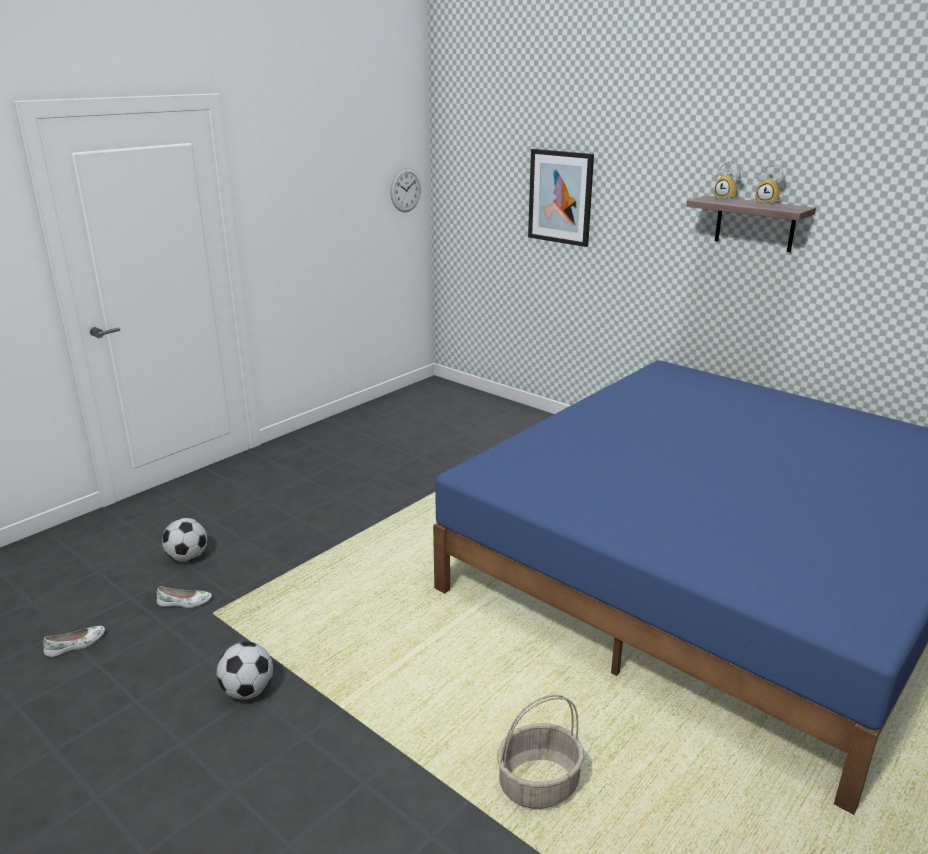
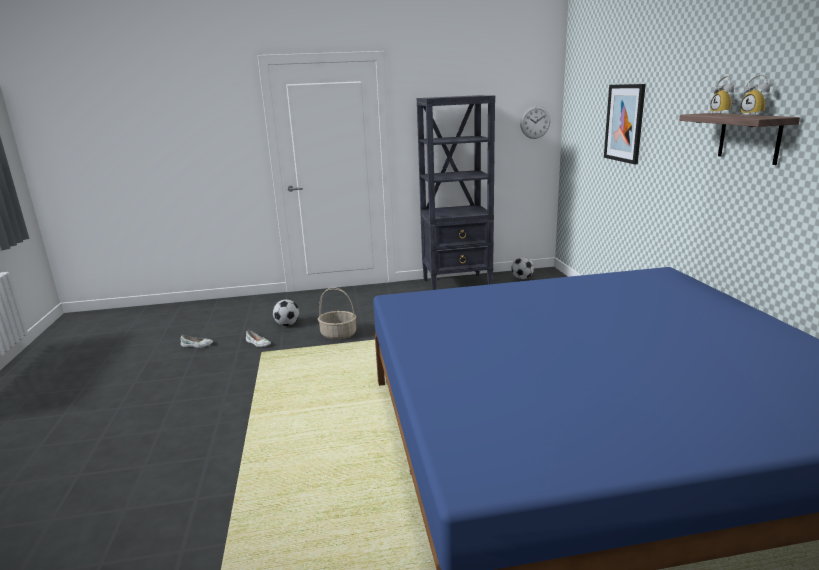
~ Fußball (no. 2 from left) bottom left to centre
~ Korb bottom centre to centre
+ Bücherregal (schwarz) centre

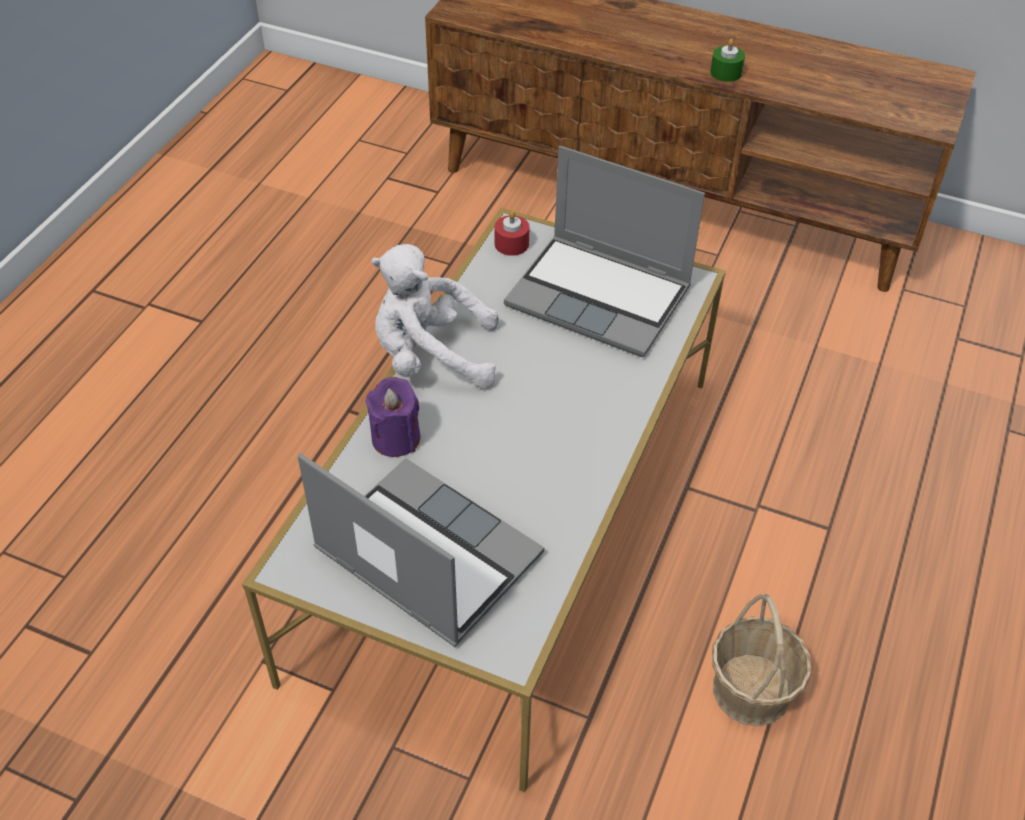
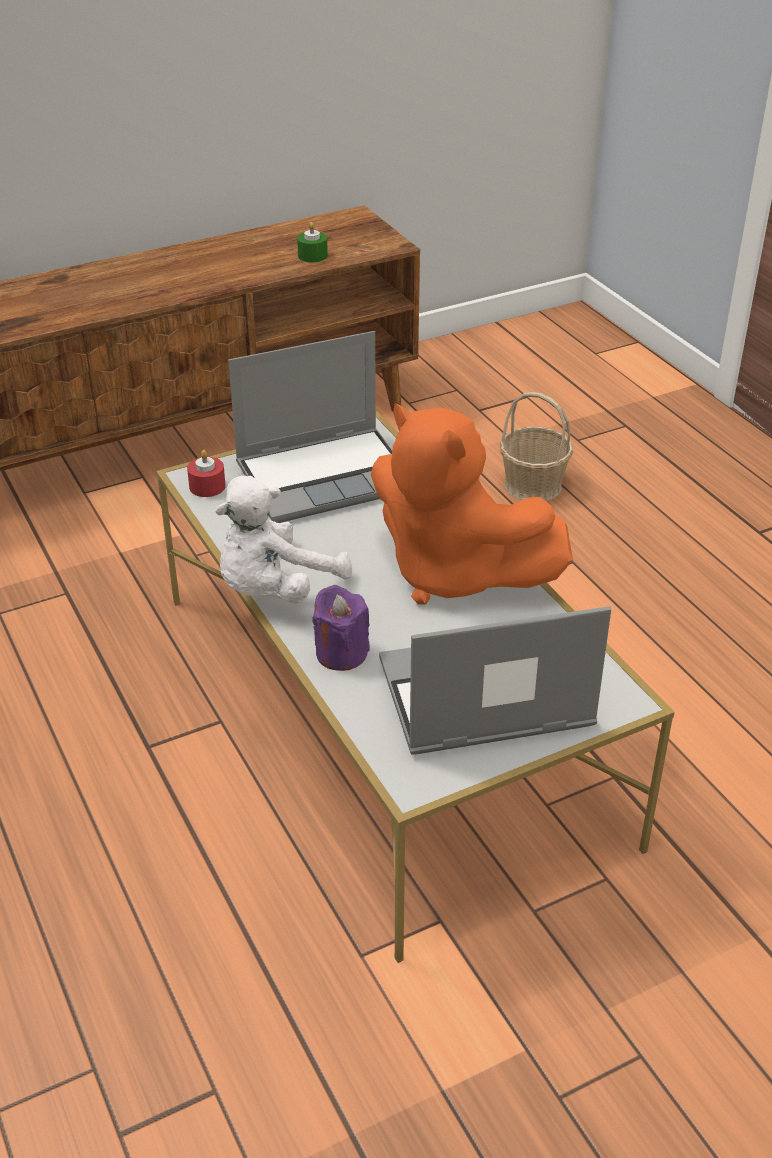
~ Kerze (grün) top right to top centre
~ Korb bottom right to middle right
+ Plüschtier (orange) centre

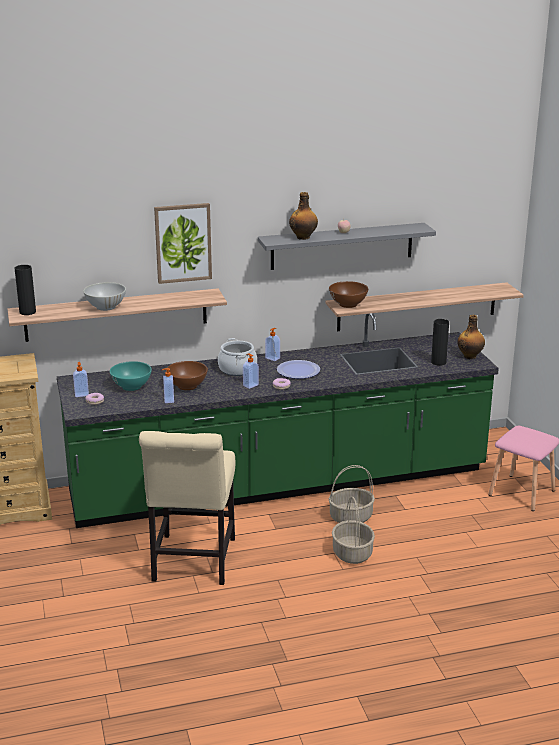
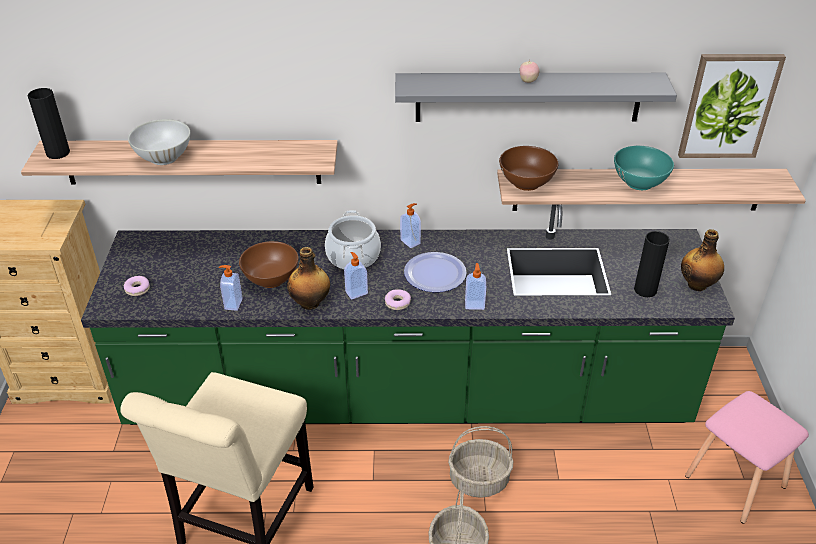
~ Seifenspender (no. 1 from left in the first image) middle left to Seifenspender (no. 4 from left) centre
~ Schüssel (türkis) middle left to top right
~ Bild top left to top right
~ Flasche (no. 1 from left) top centre to centre

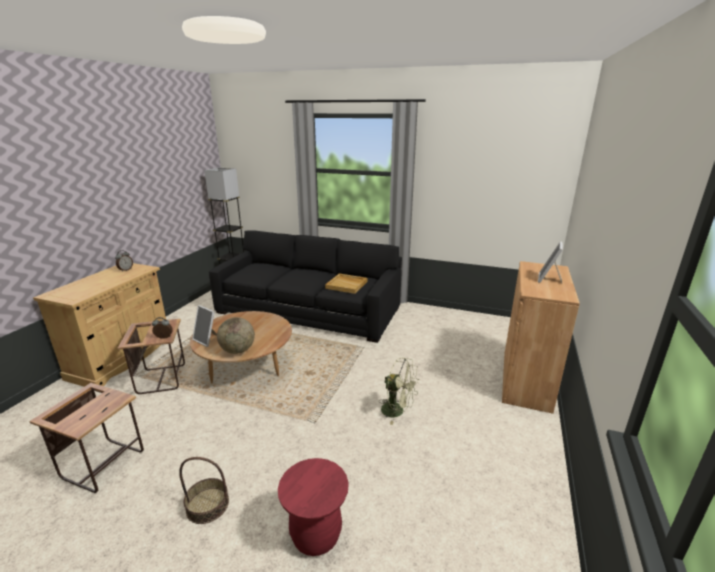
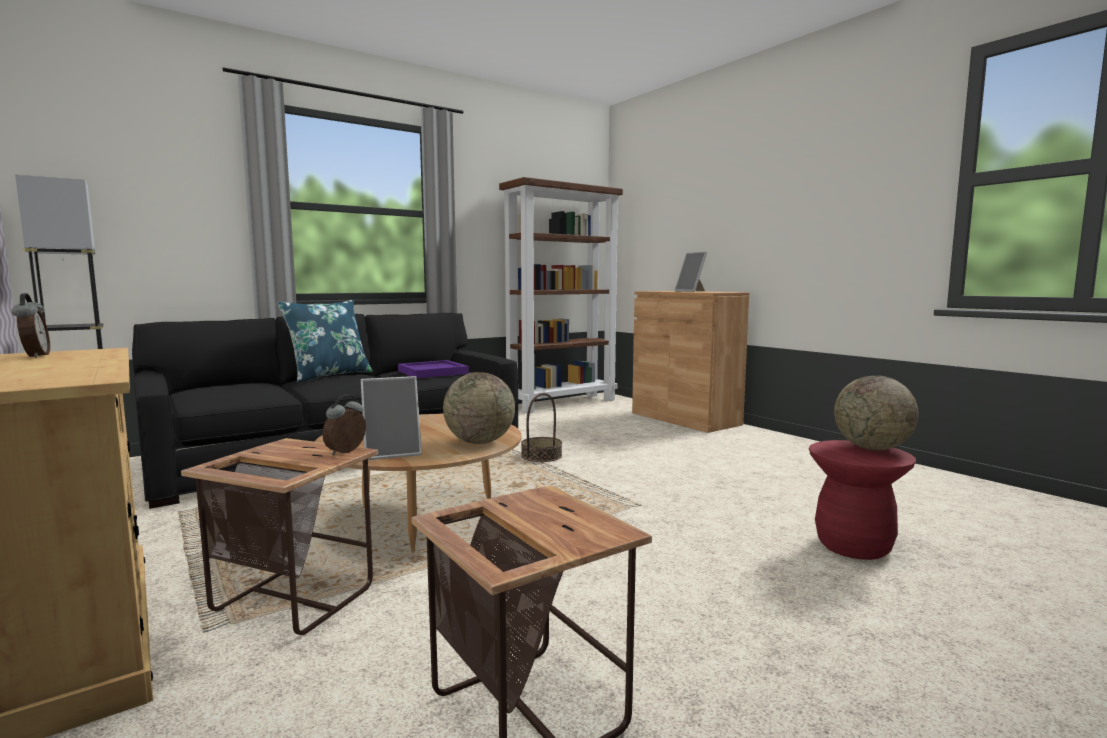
~ Korb bottom left to centre
~ Tablett (beige) centre to Tablett (lila) centre
- Ventilator (grün) bottom centre
+ Kissen (blau) middle left
+ Bücherregal (braun) centre
+ Globus (no. 2 from left) middle right

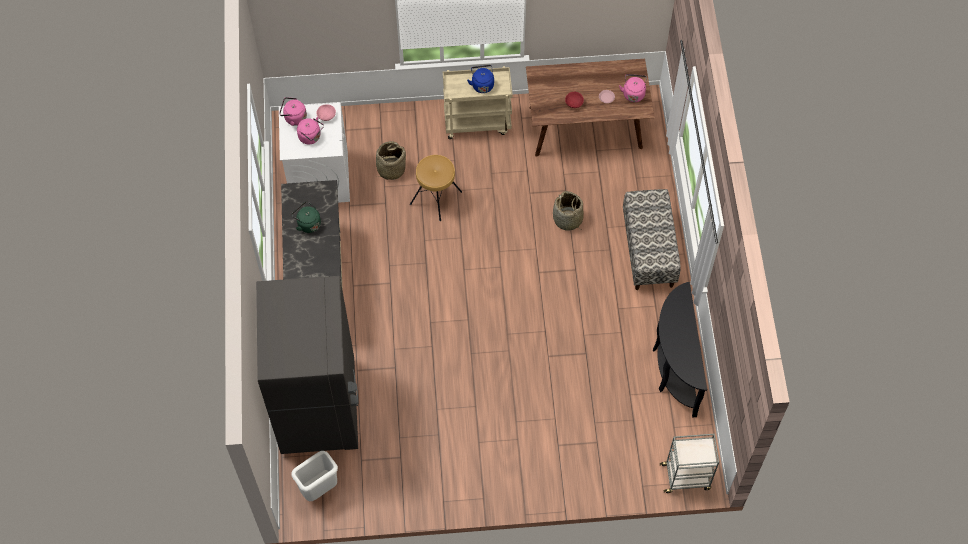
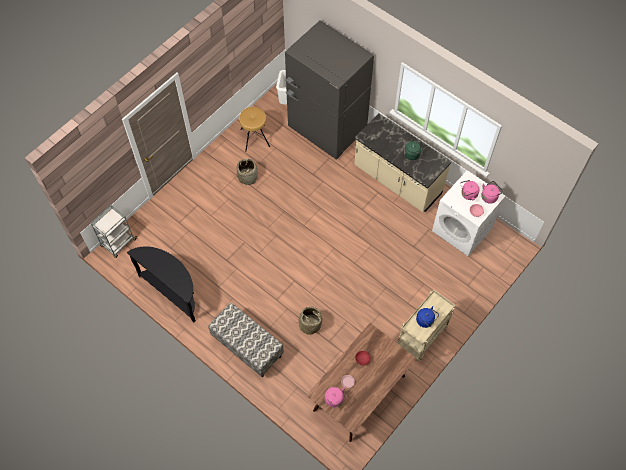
~ Korb (no. 1 from left) top centre to centre
~ Hocker (braun) centre to top centre

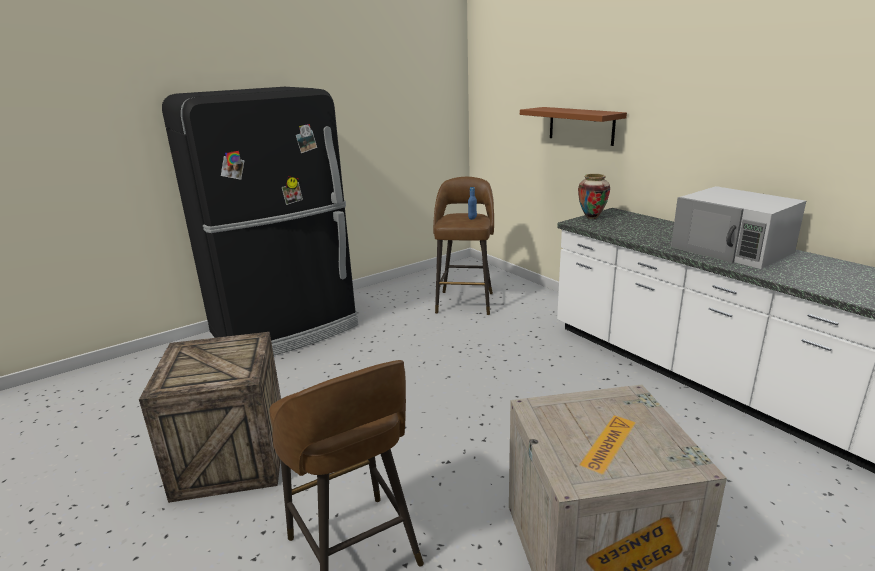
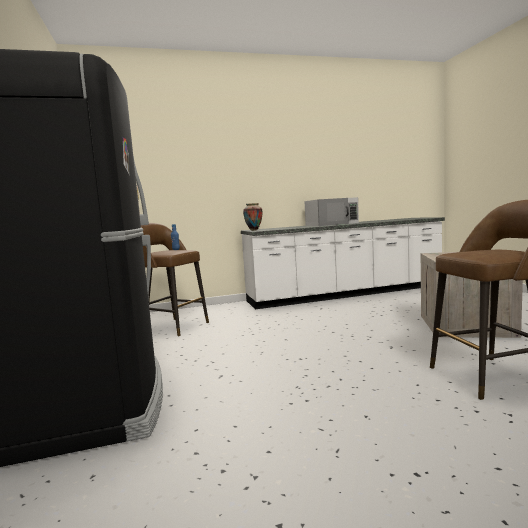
- Kiste (no. 1 from left) bottom left
- Wandregal (braun) top centre

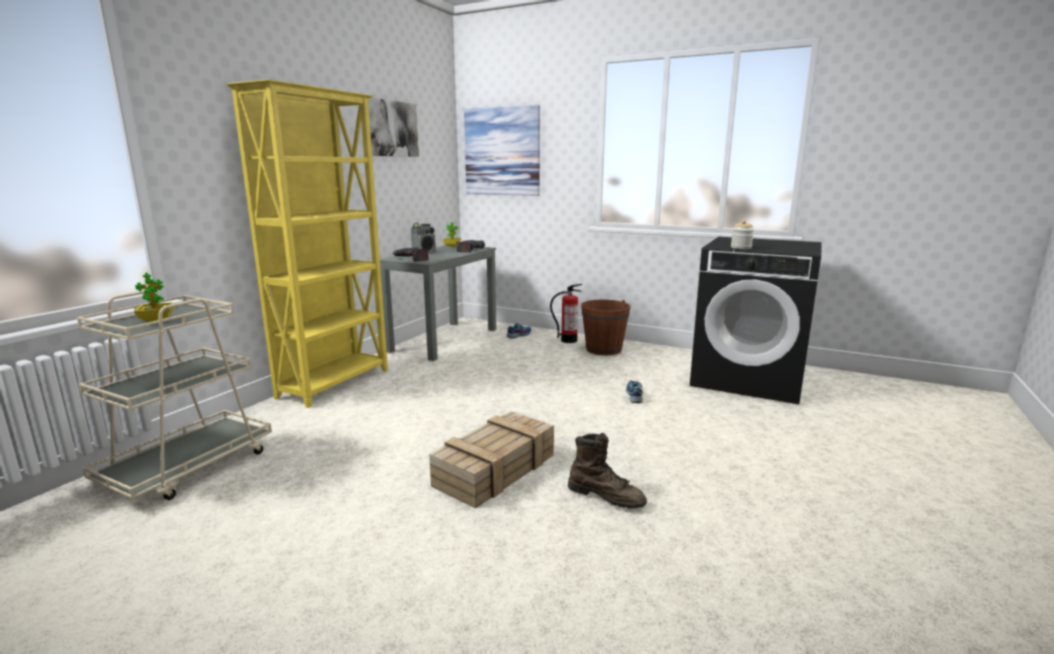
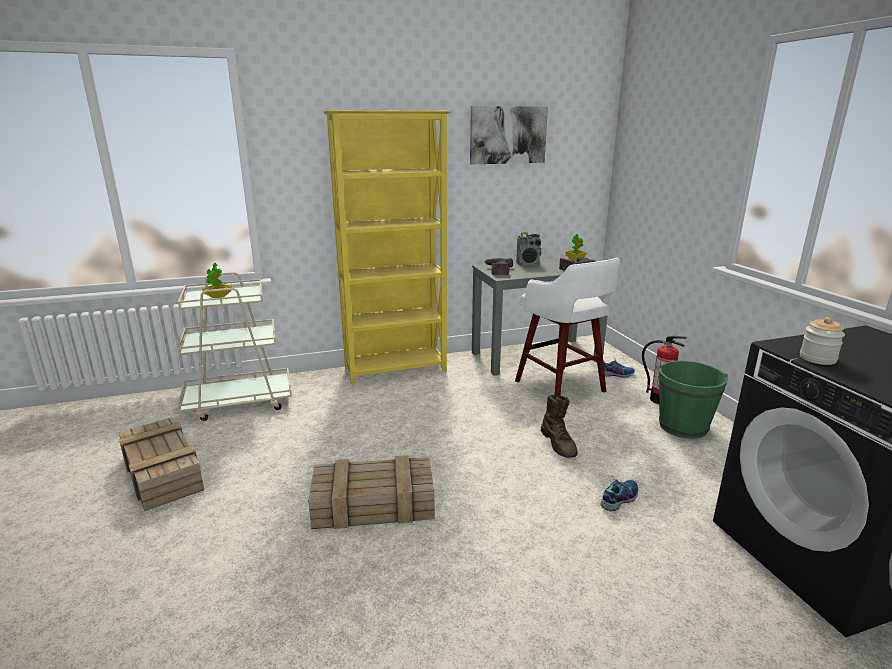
- Bild (no. 2 from left) top centre
~ Stiefel (braun) bottom centre to centre
~ Eimer (braun) centre to Eimer (grün) middle right
+ Kiste (no. 1 from left) bottom left
+ Hocker (weiß) centre

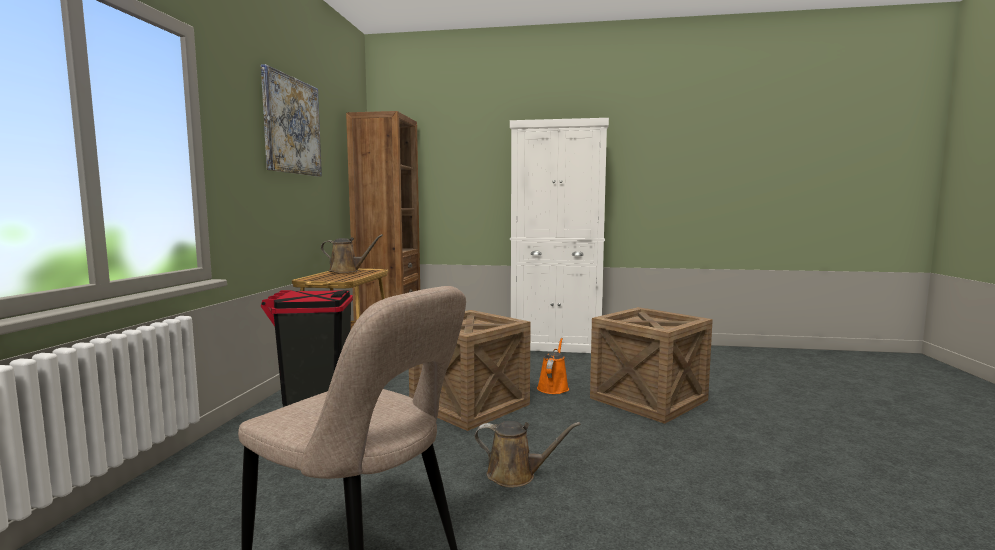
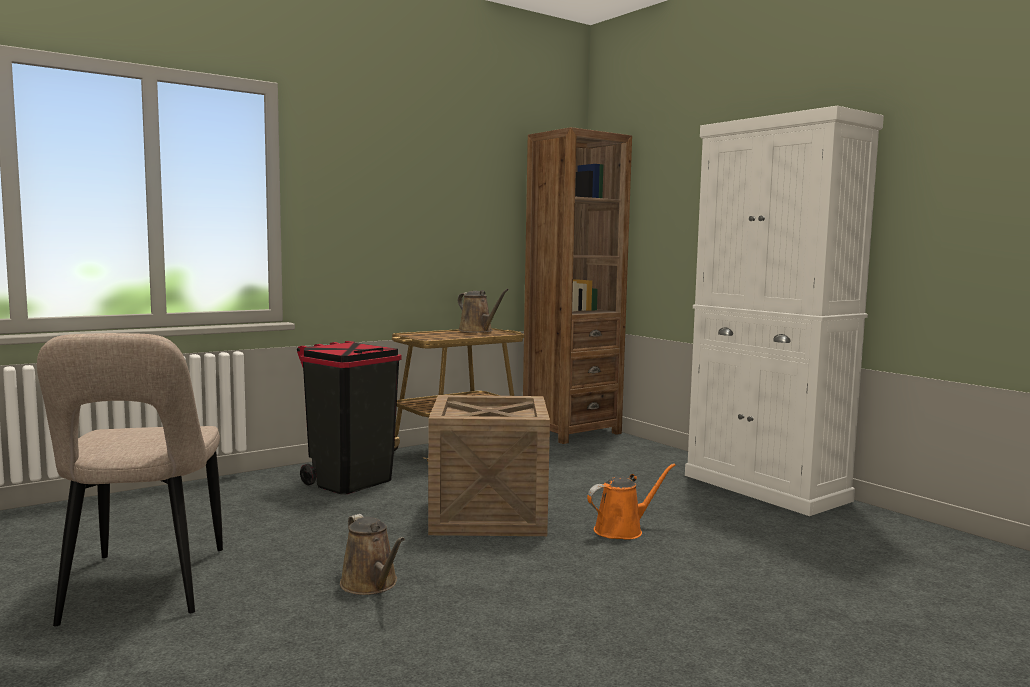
- Bild top left
- Kiste (no. 2 from left) centre

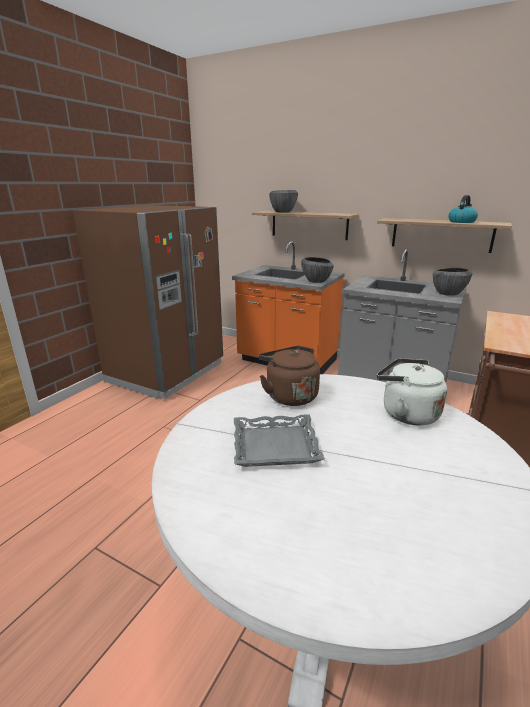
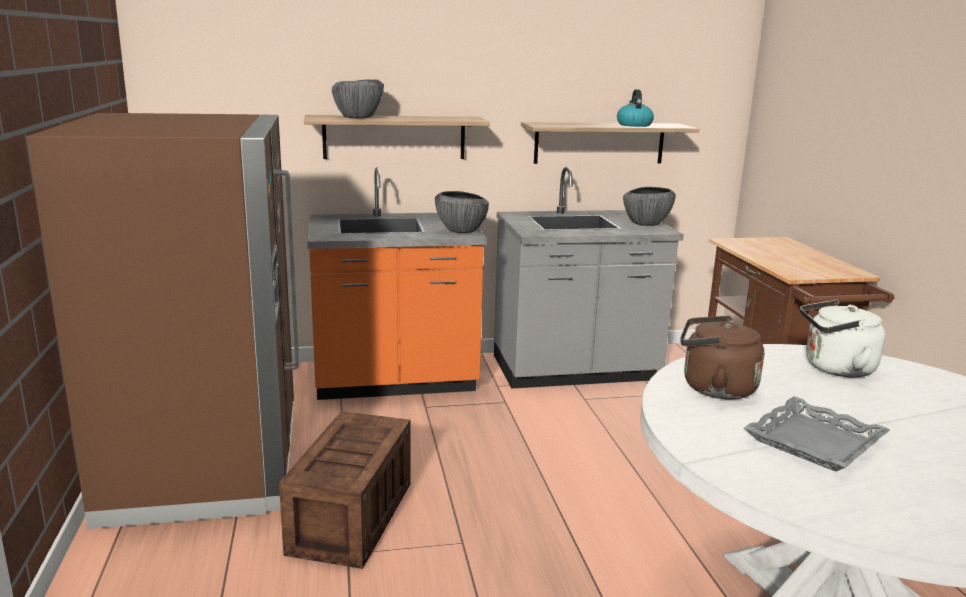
+ Kiste bottom centre

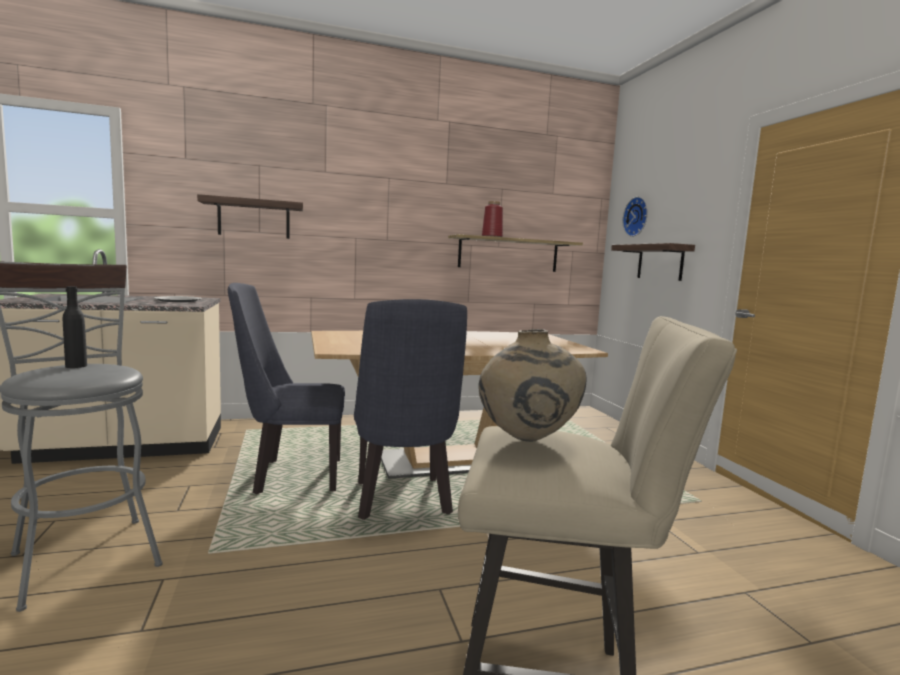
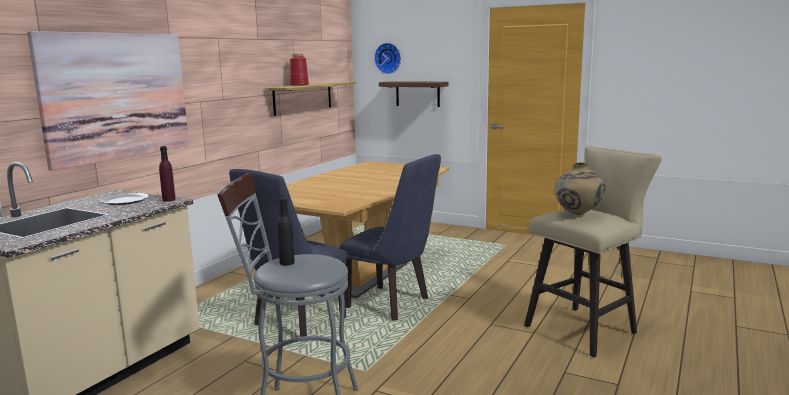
~ Wandregal (no. 1 from left) top left to Bild top left
+ Flasche (lila) middle left

